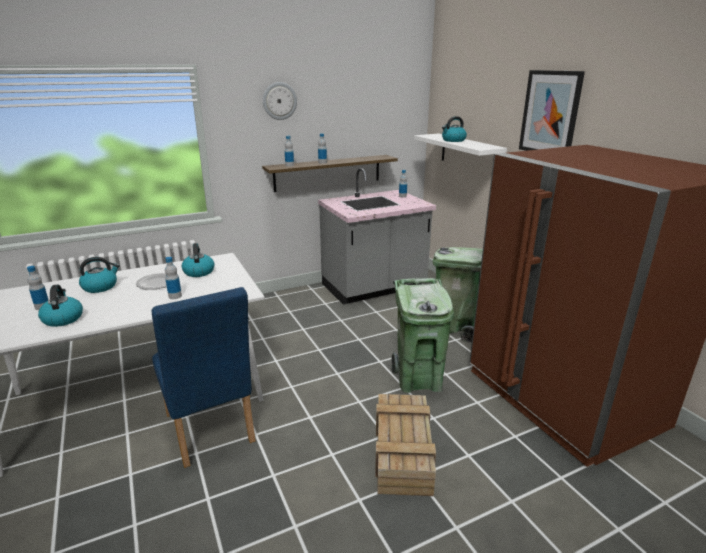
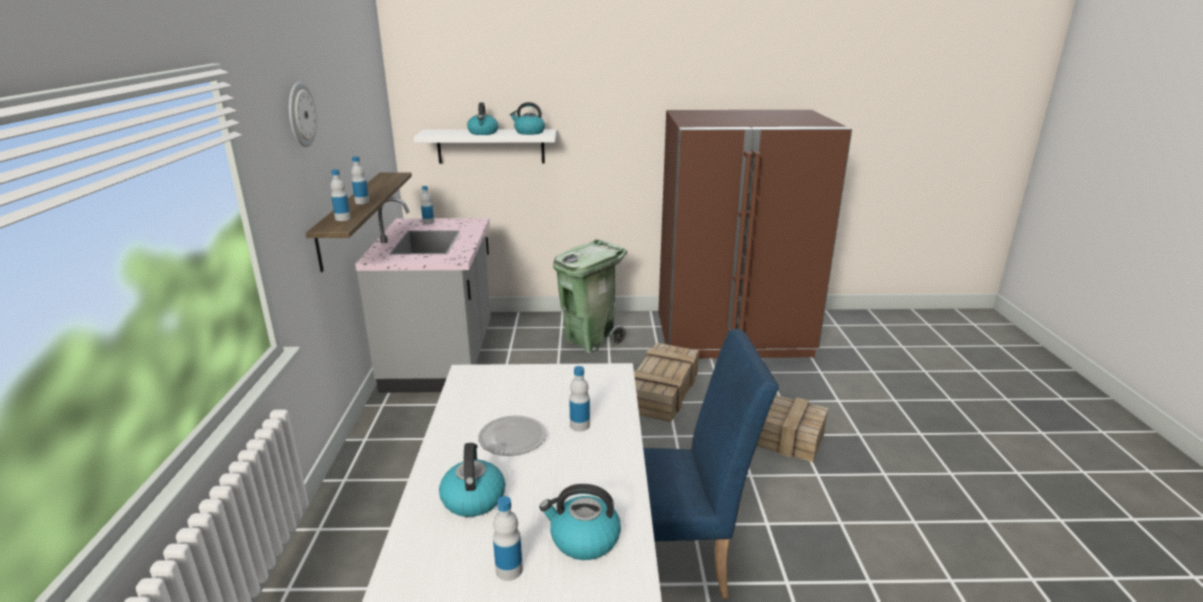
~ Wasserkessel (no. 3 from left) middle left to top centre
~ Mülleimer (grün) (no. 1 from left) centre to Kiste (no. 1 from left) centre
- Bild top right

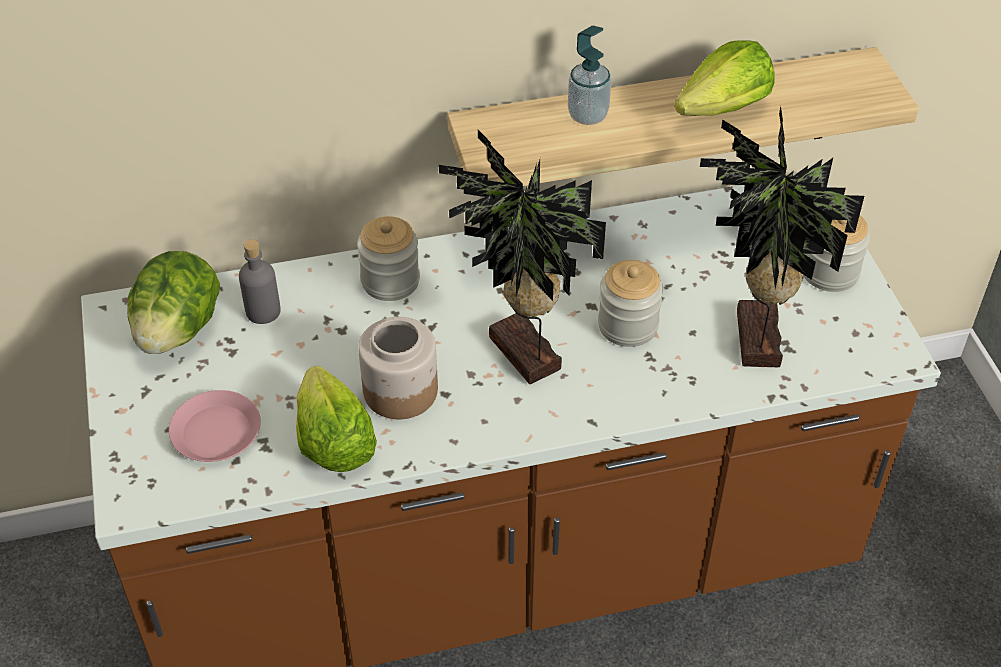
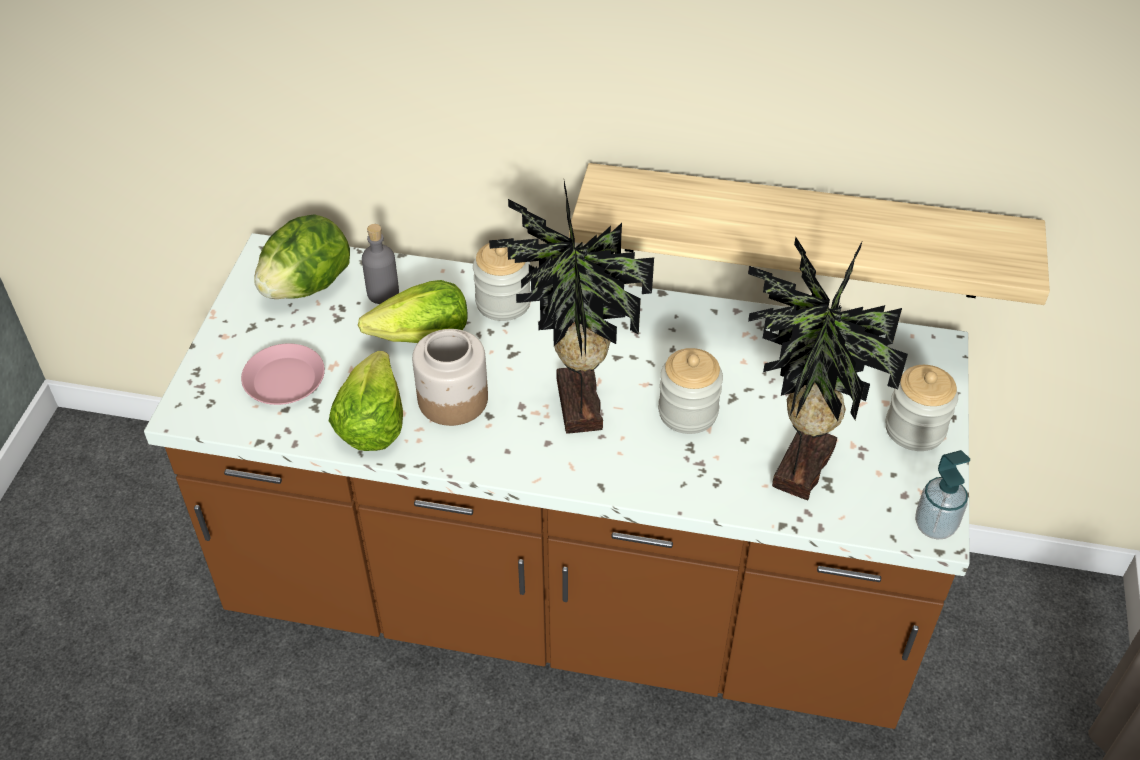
~ Seifenspender top centre to middle right
~ Salatkopf (no. 3 from left) top right to centre

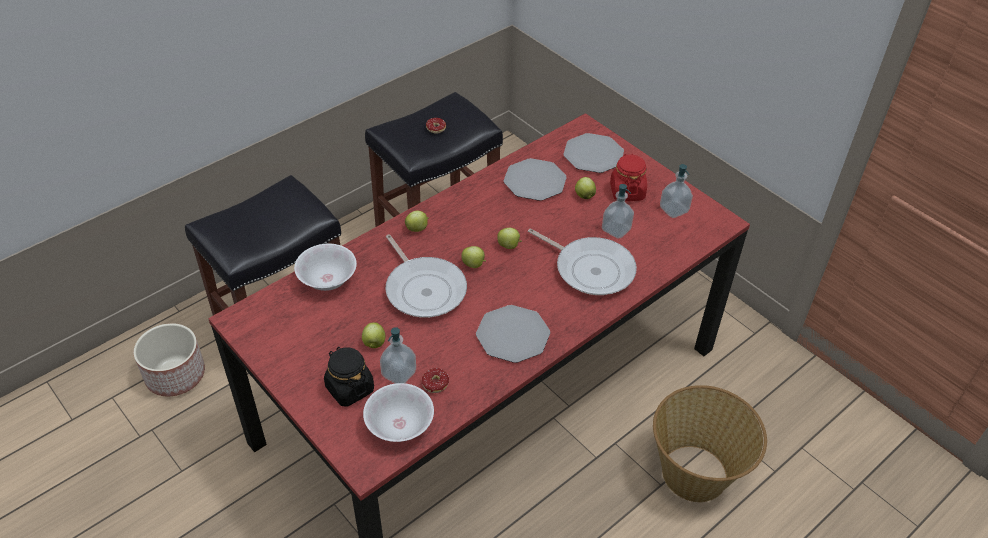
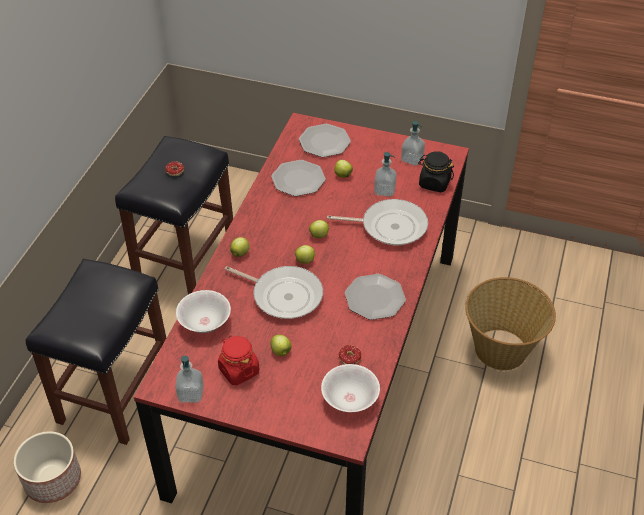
~ Vorratsglas (schwarz) bottom centre to top right
~ Seifenspender (no. 1 from left) centre to bottom left
~ Vorratsglas (rot) top centre to bottom centre

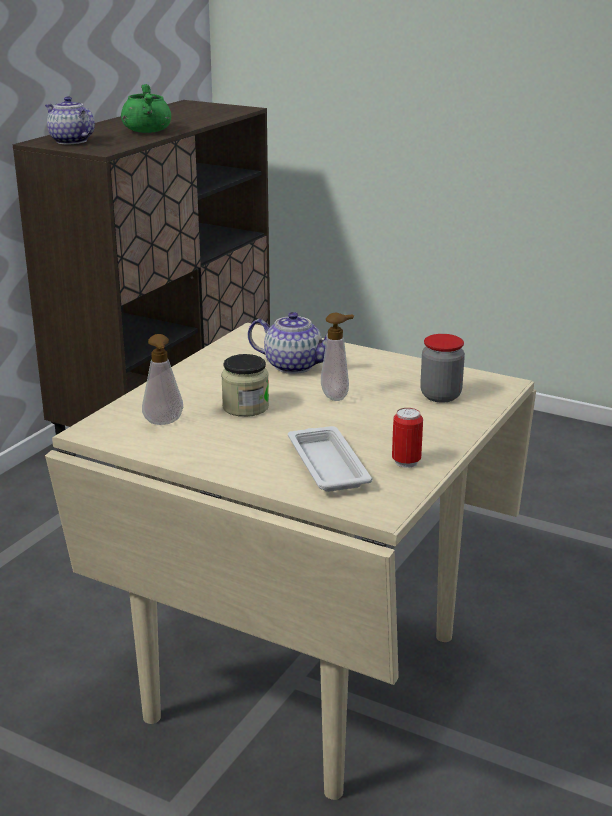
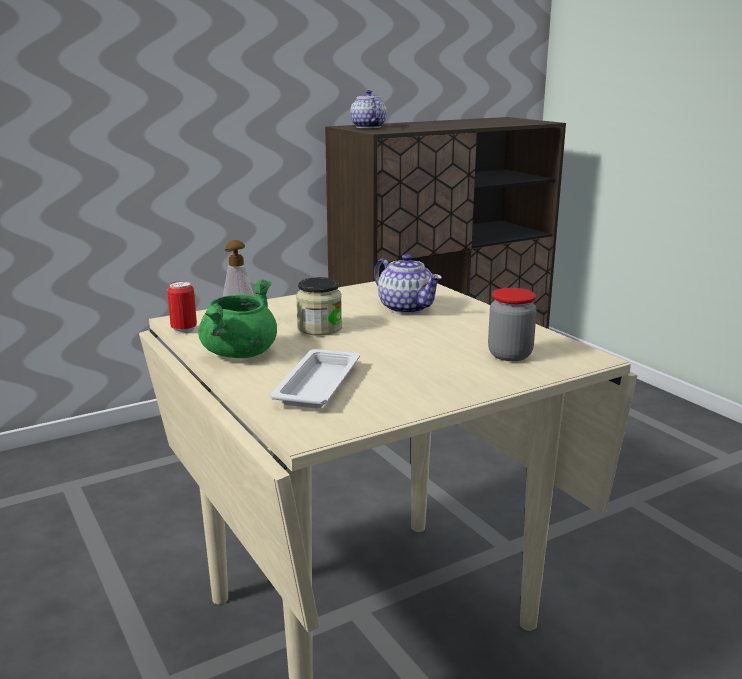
~ Kochtopf (grün) top left to middle left
- Seifenspender (no. 2 from left) centre
~ Dose centre to middle left

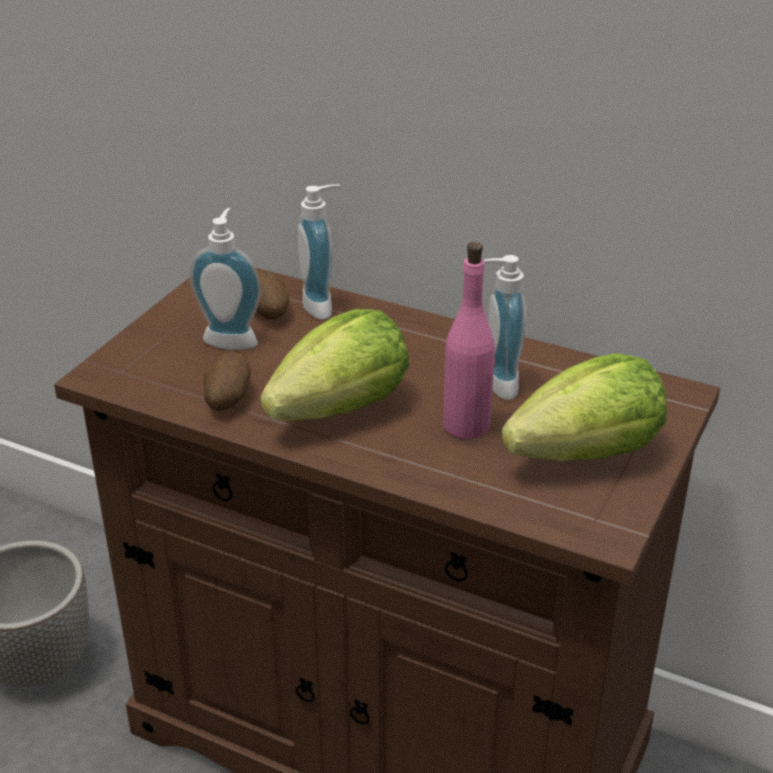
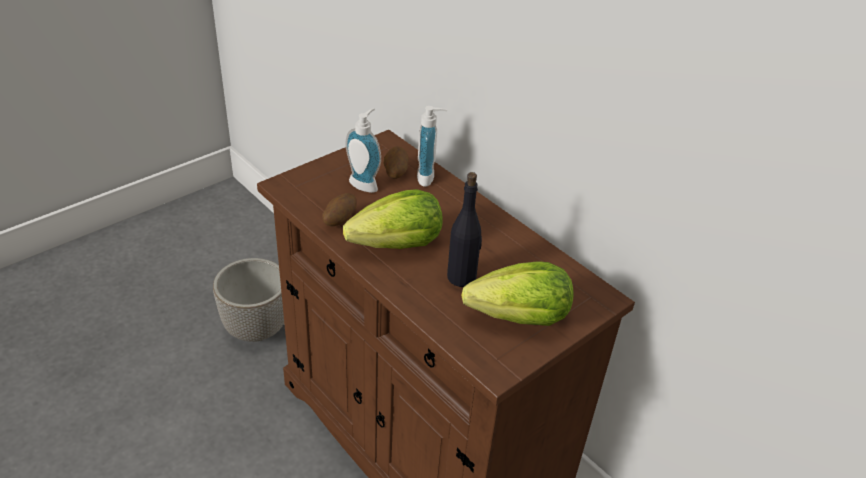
~ Flasche (rosa) centre to Flasche (schwarz) centre
- Seifenspender (no. 3 from left) centre

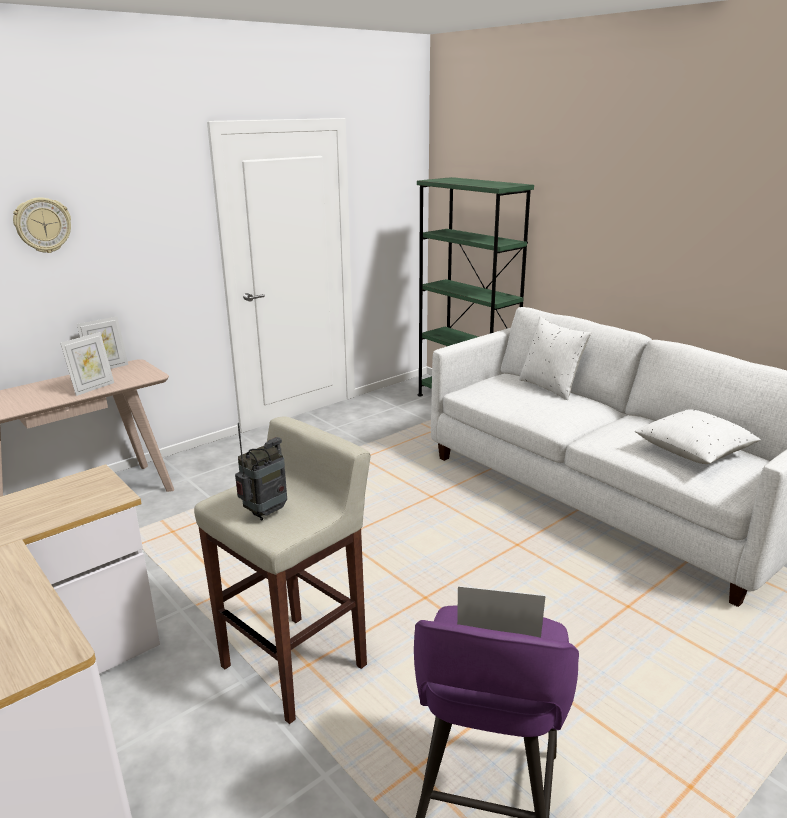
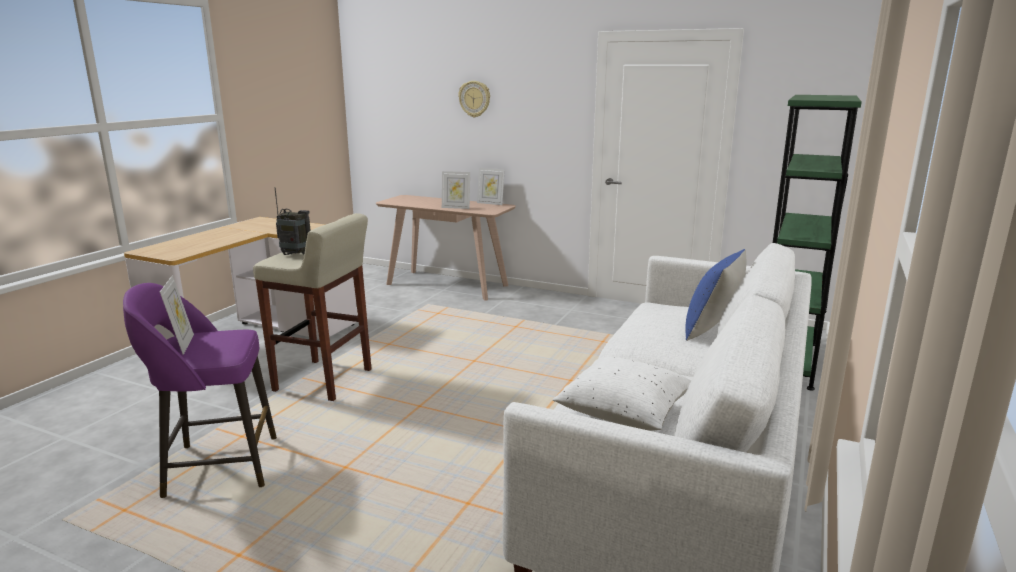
~ Kissen (weiß) (no. 1 from left) middle right to Kissen (blau) middle right

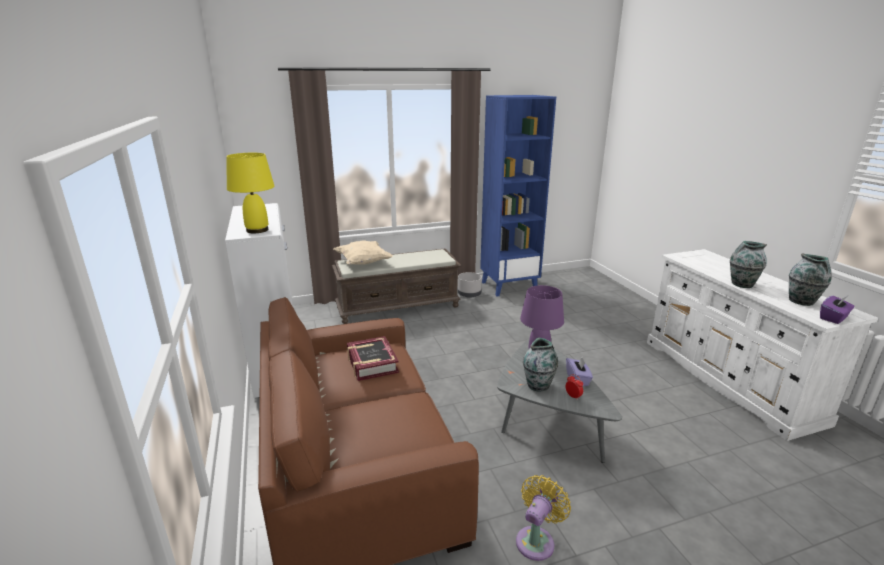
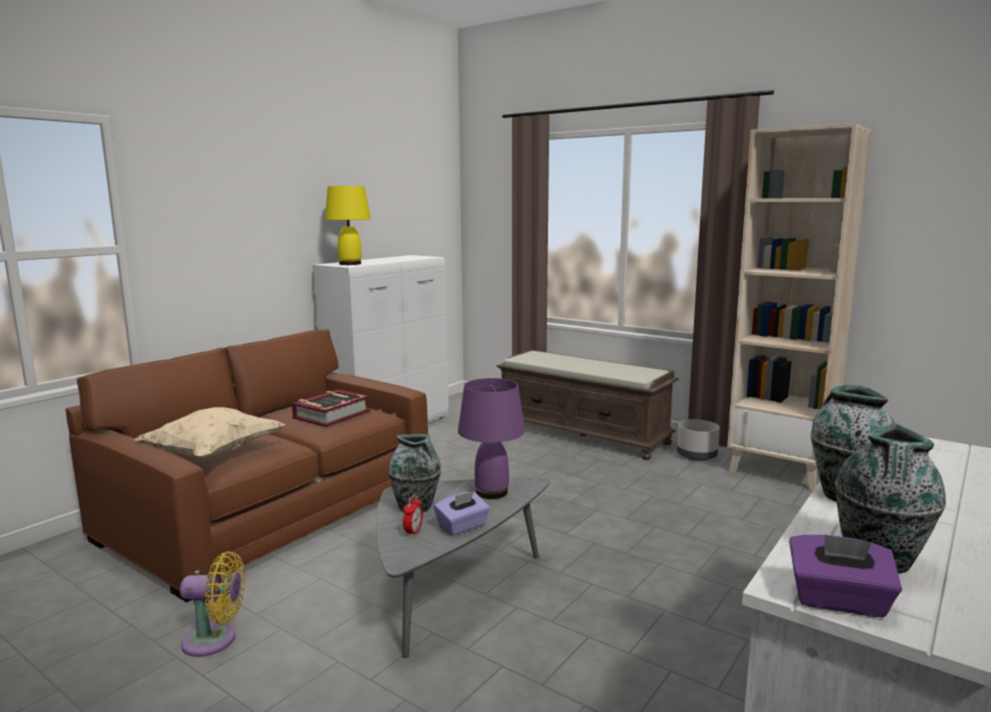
~ Kissen (beige) centre to middle left
~ Bücherregal (blau) centre to Bücherregal (beige) middle right

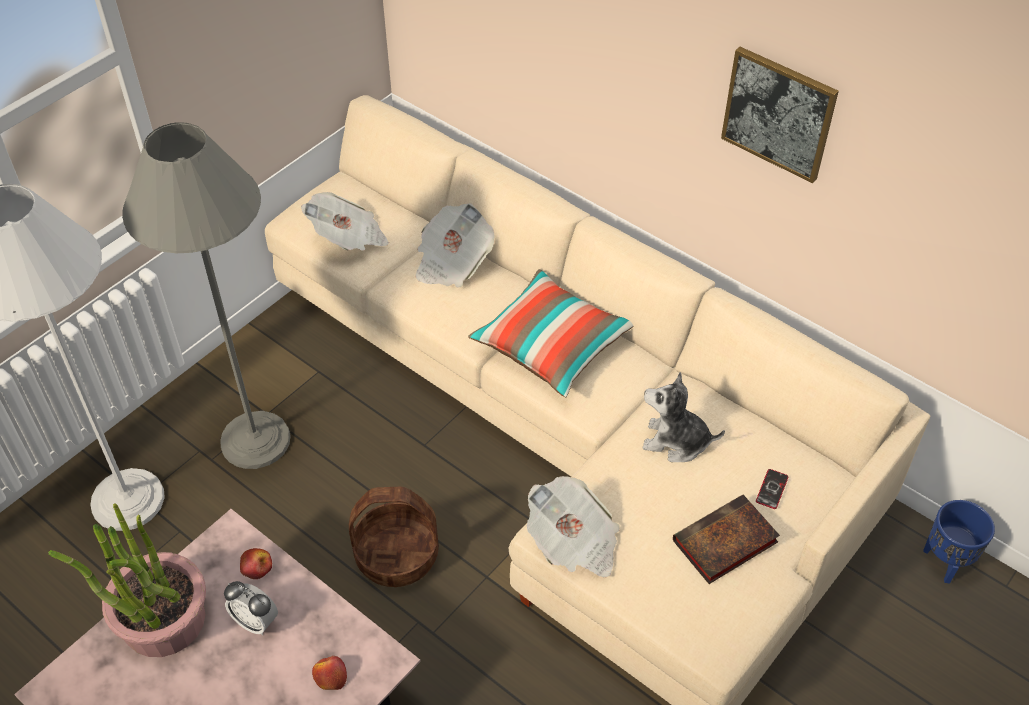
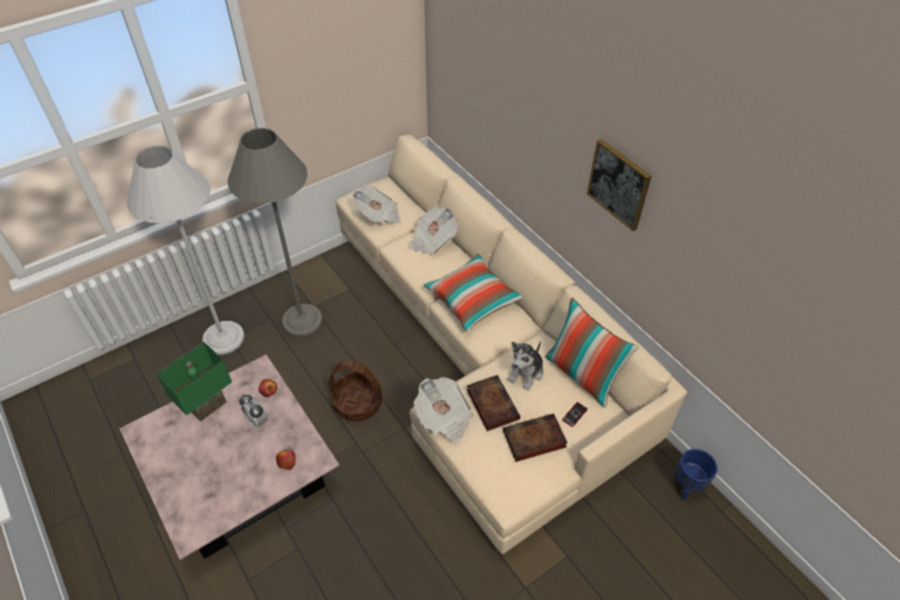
~ Topfpflanze bottom left to Tischlampe (grün) middle left
~ Plüschtier centre = centre 90 degrees counterclockwise
+ Buch (no. 1 from left) bottom centre
+ Kissen (no. 2 from left) centre

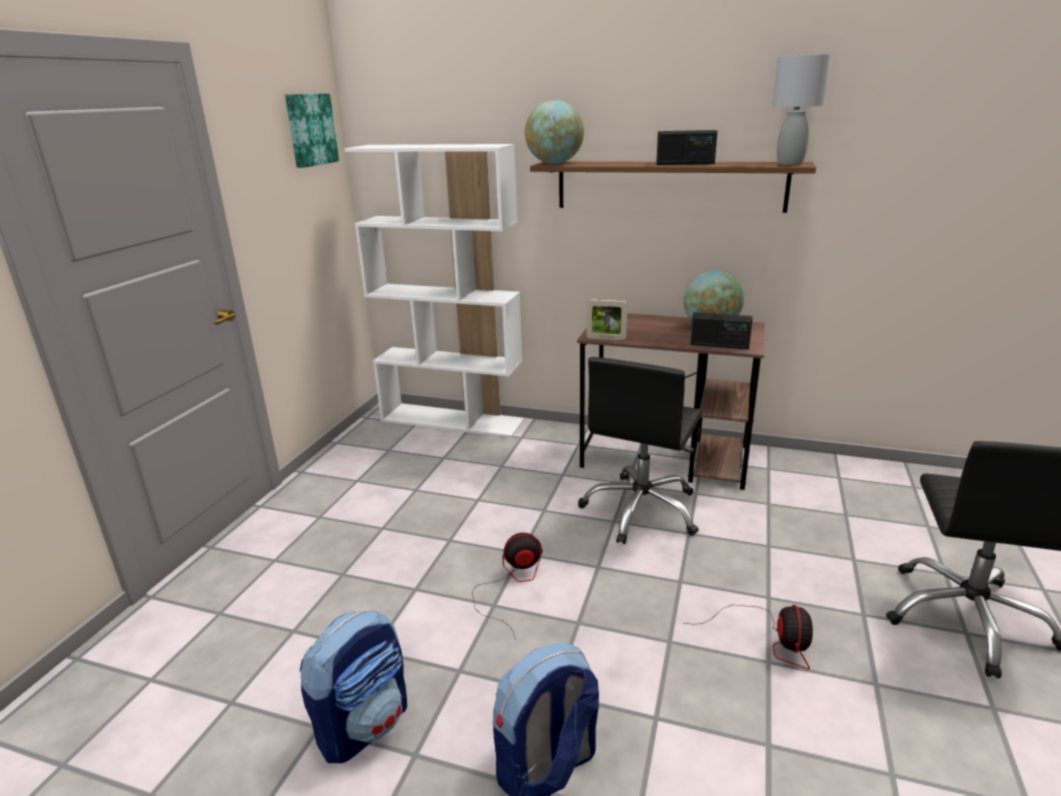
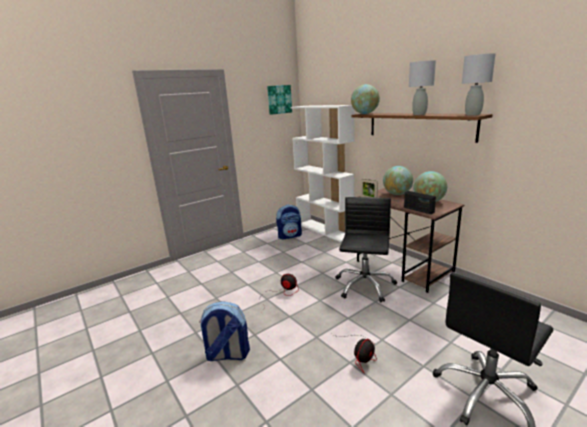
~ Rucksack (no. 1 from left in the first image) bottom left to Rucksack (no. 2 from left) centre
~ Bürostuhl (schwarz) (no. 1 from left) centre = centre 135 degrees clockwise
~ Radio (no. 1 from left) top centre to Tischlampe (grau) (no. 1 from left) top right
+ Globus (no. 2 from left) middle right

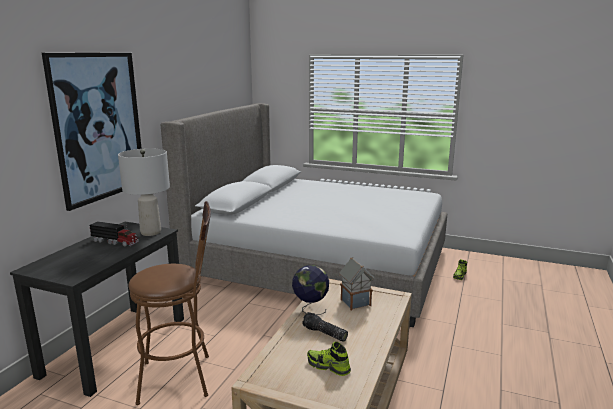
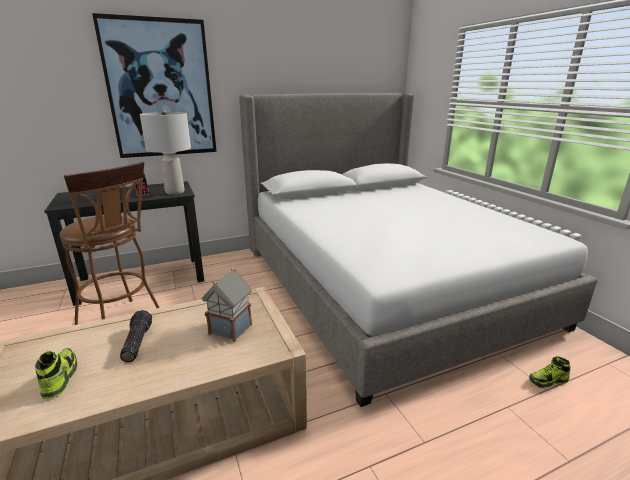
- Globus bottom centre

